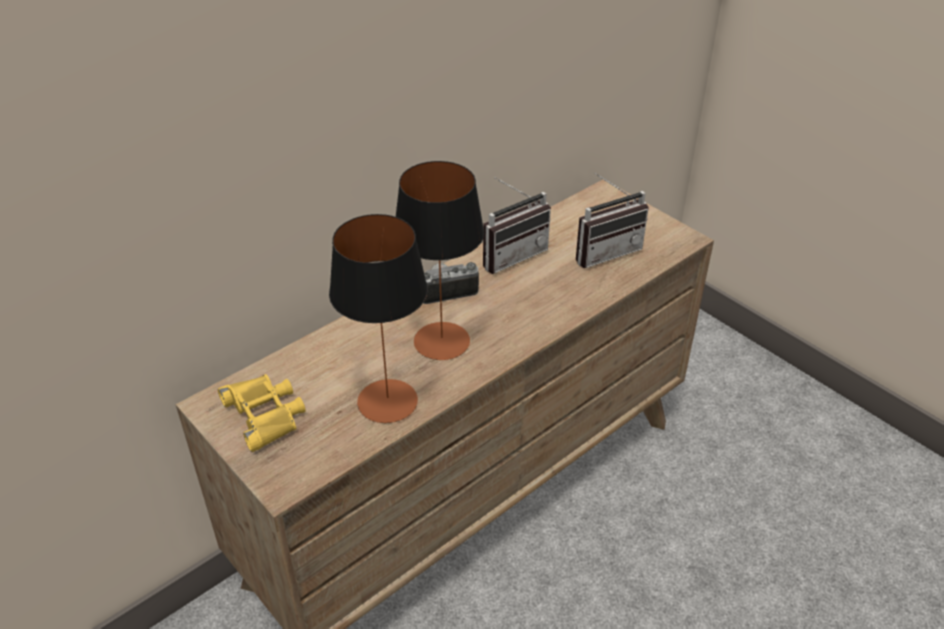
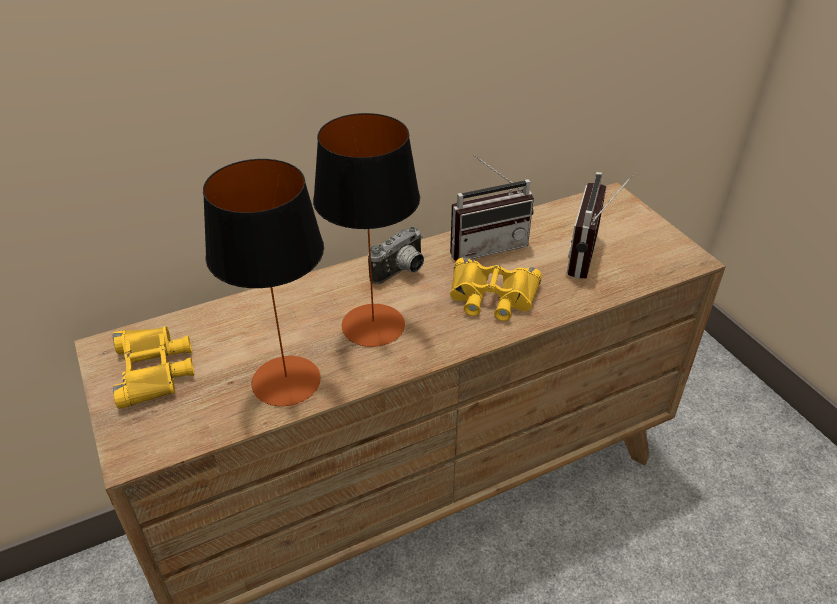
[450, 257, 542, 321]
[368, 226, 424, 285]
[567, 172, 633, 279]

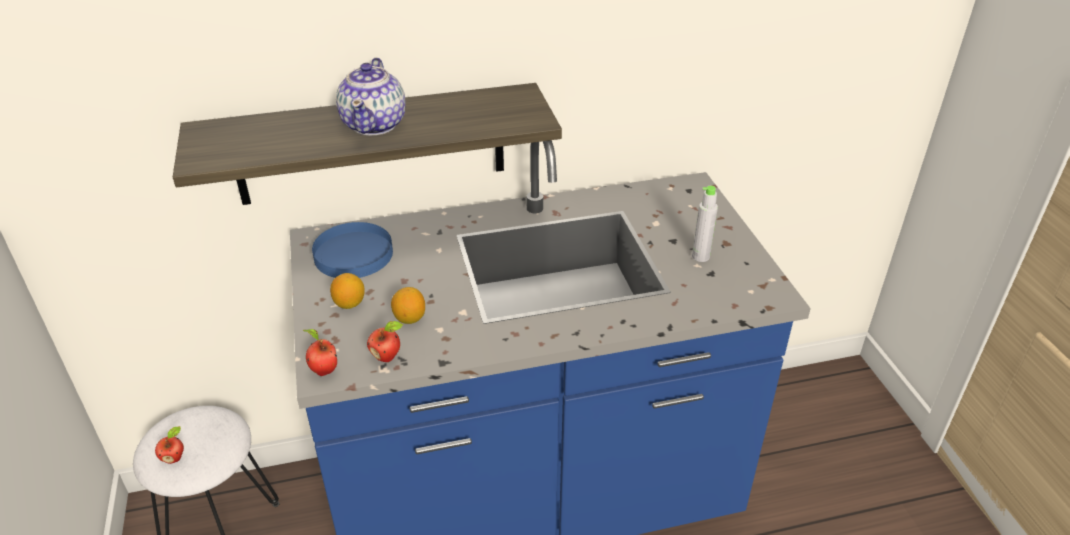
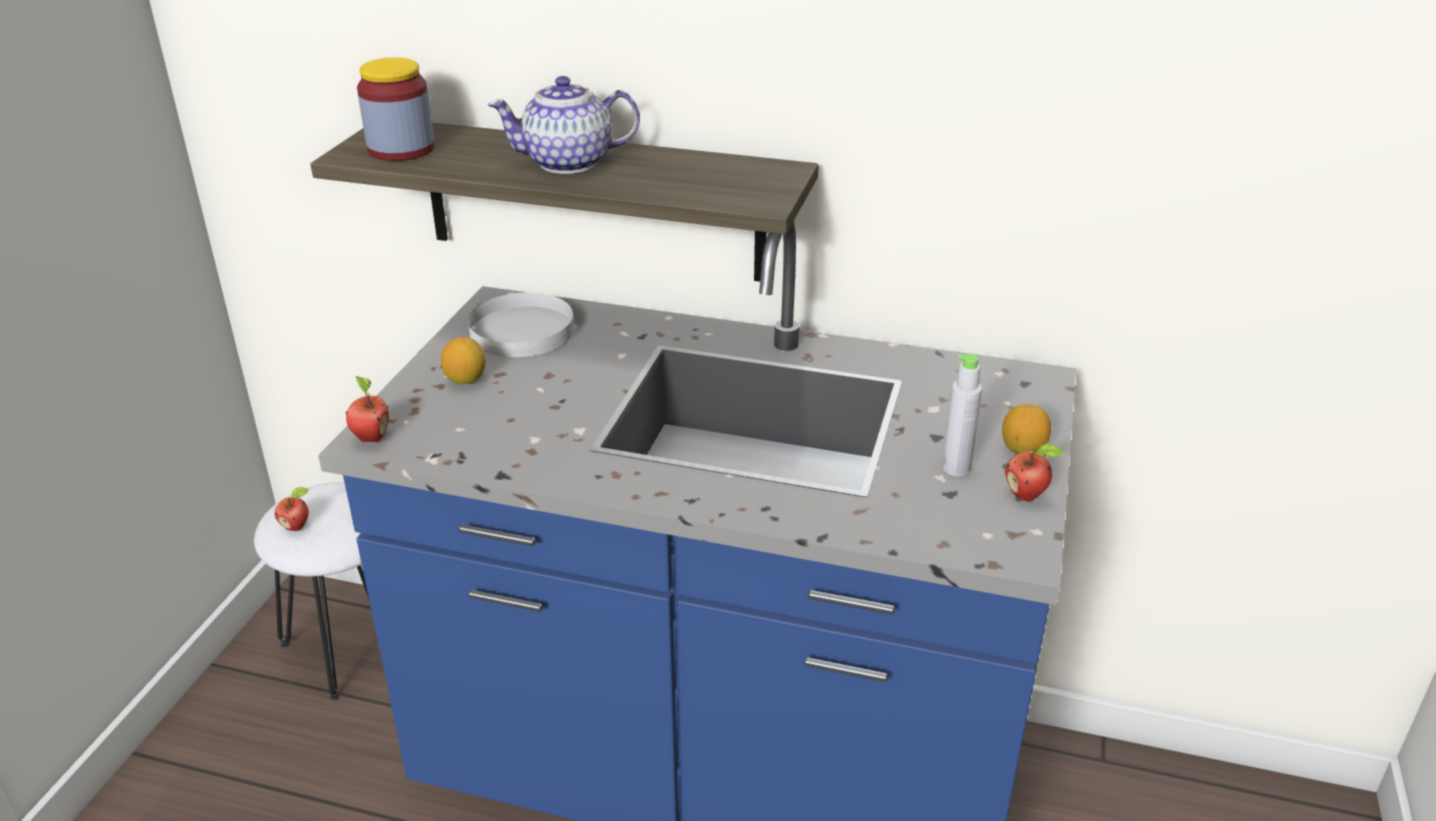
[357, 57, 435, 161]
[1005, 443, 1064, 501]
[1002, 404, 1051, 454]
[468, 292, 574, 357]
[487, 76, 640, 174]

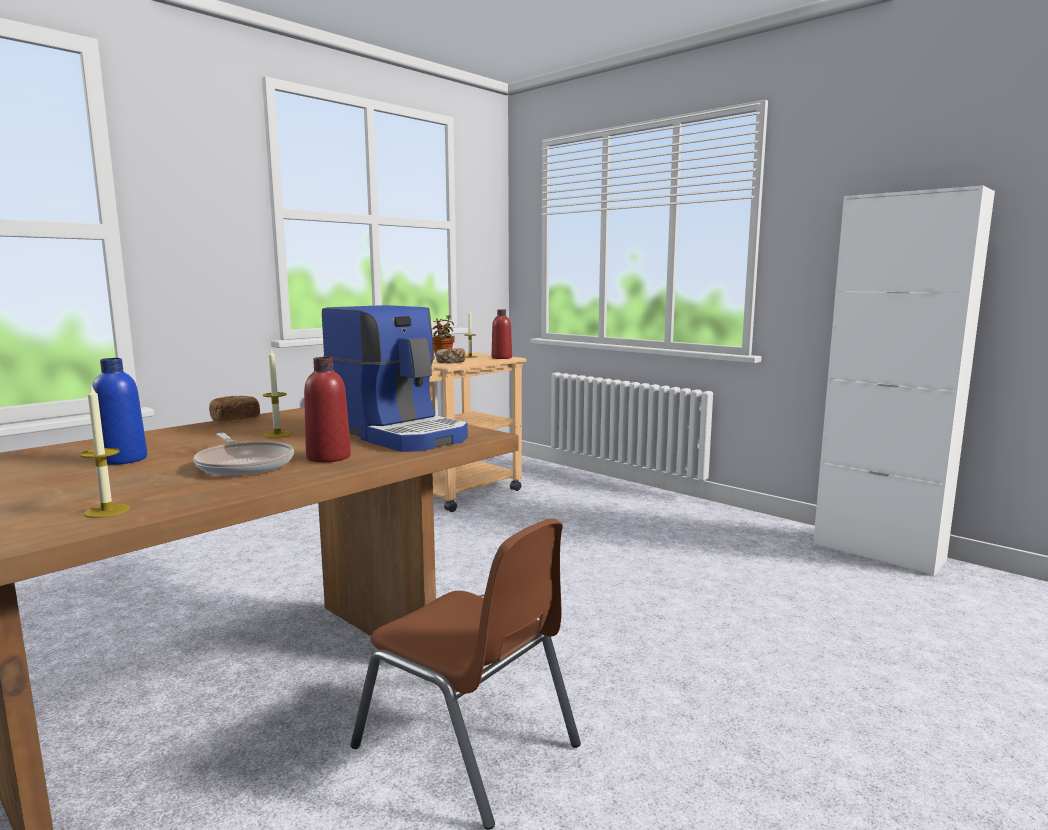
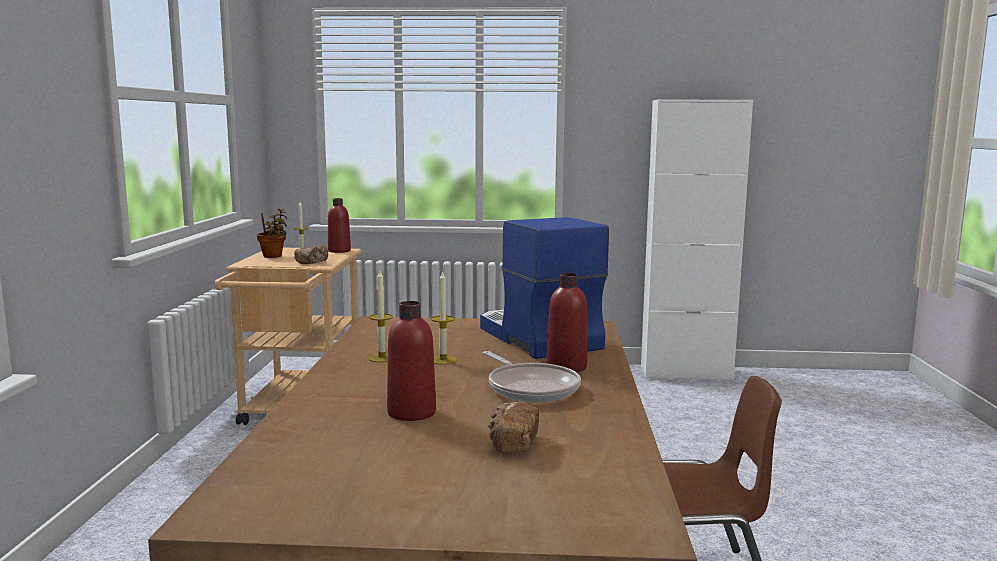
[368, 271, 393, 362]
[488, 402, 539, 454]
[387, 301, 436, 421]
[483, 351, 581, 402]
[480, 217, 609, 359]

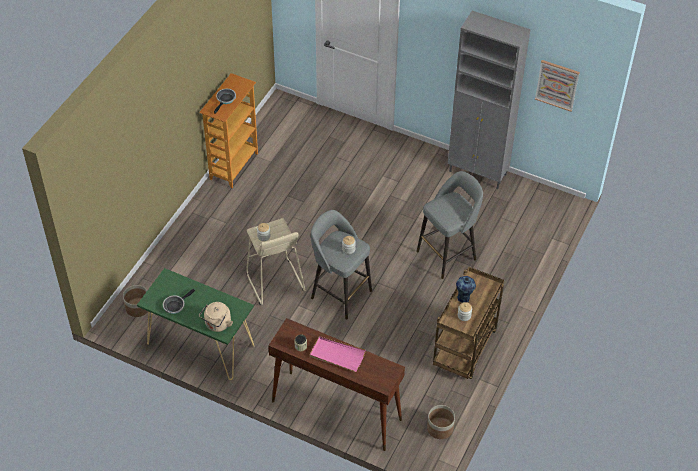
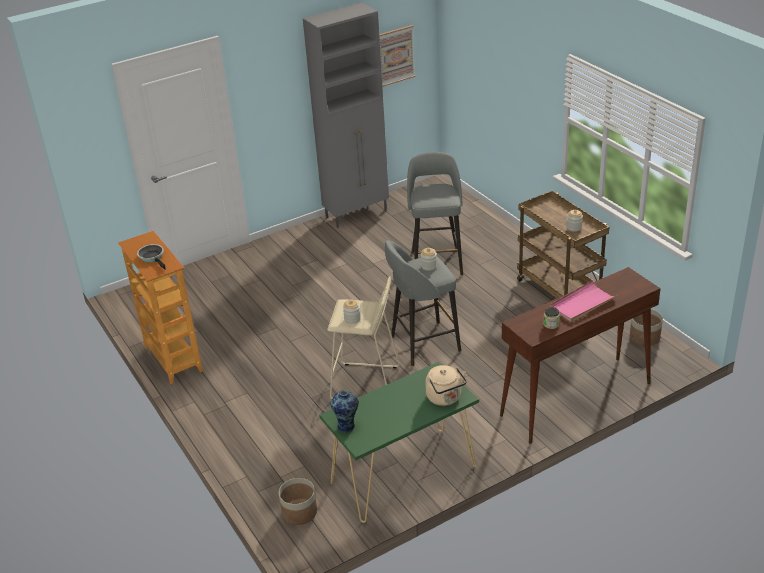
[163, 289, 195, 314] (first image)
[330, 390, 359, 433]

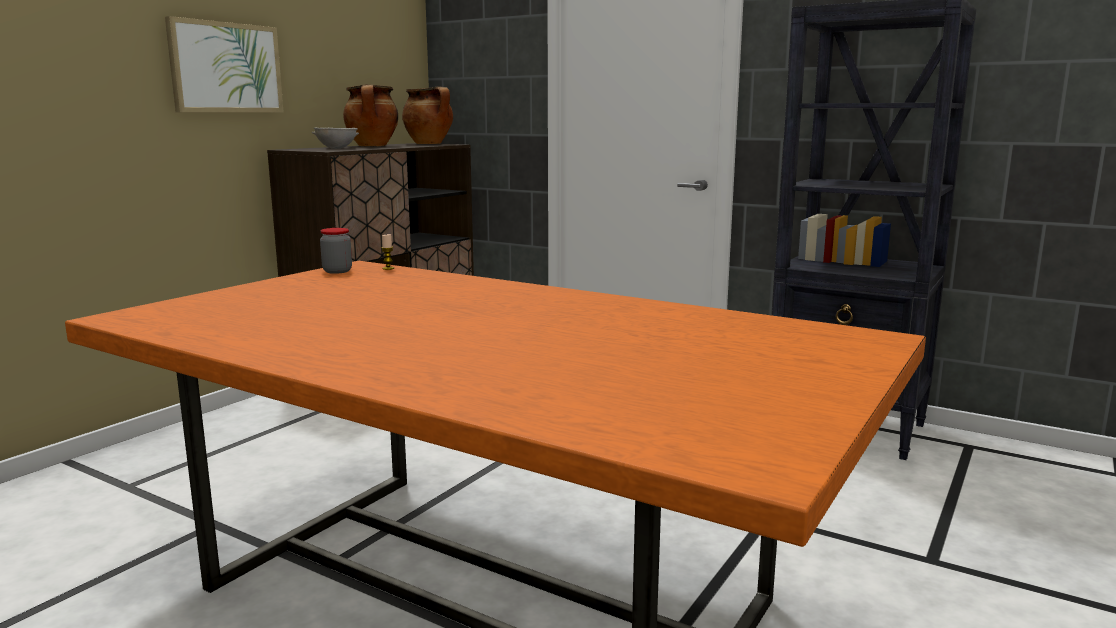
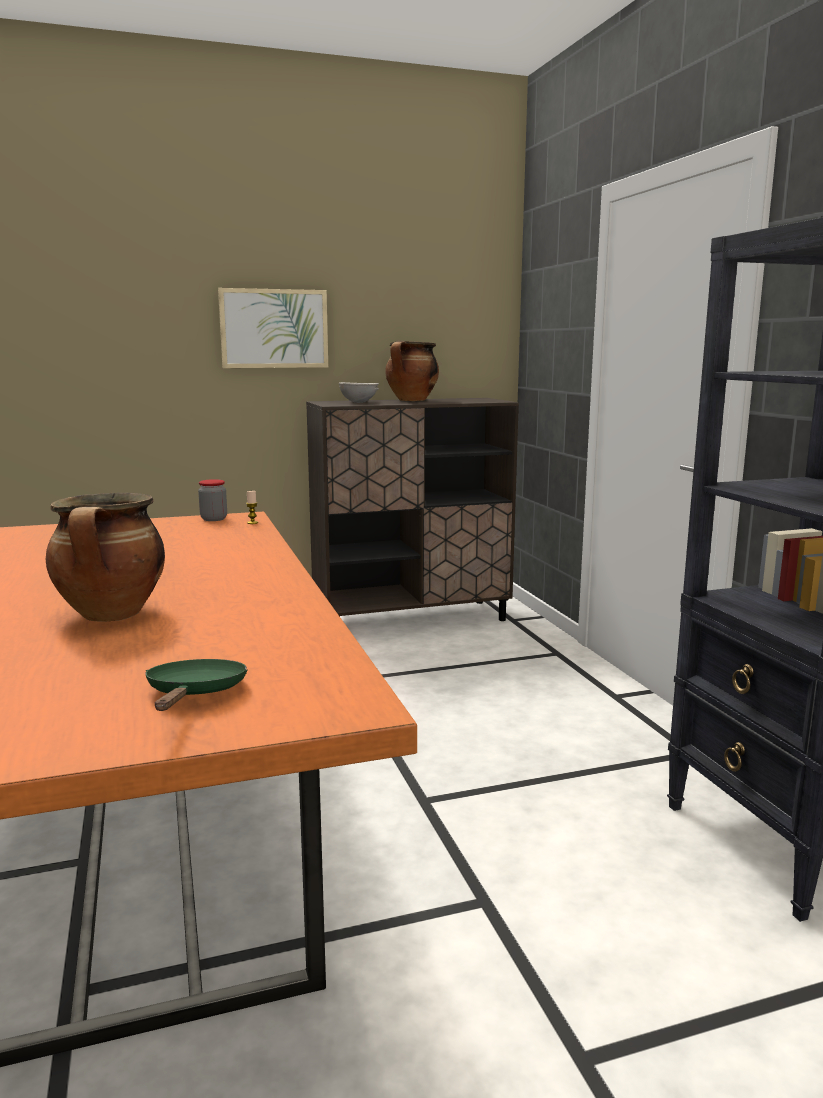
[145, 659, 247, 711]
[46, 493, 165, 622]

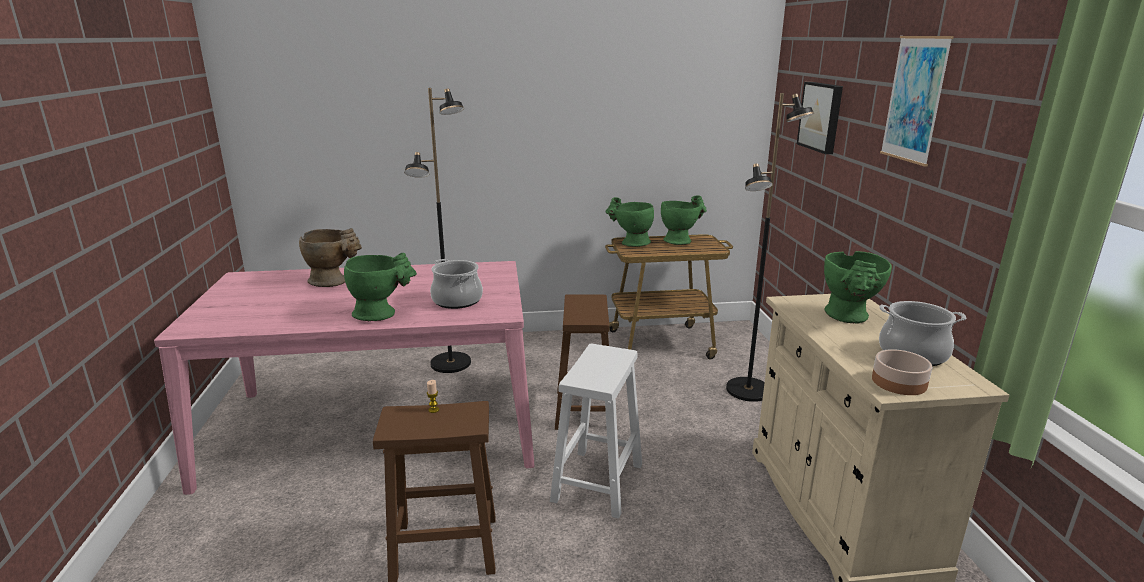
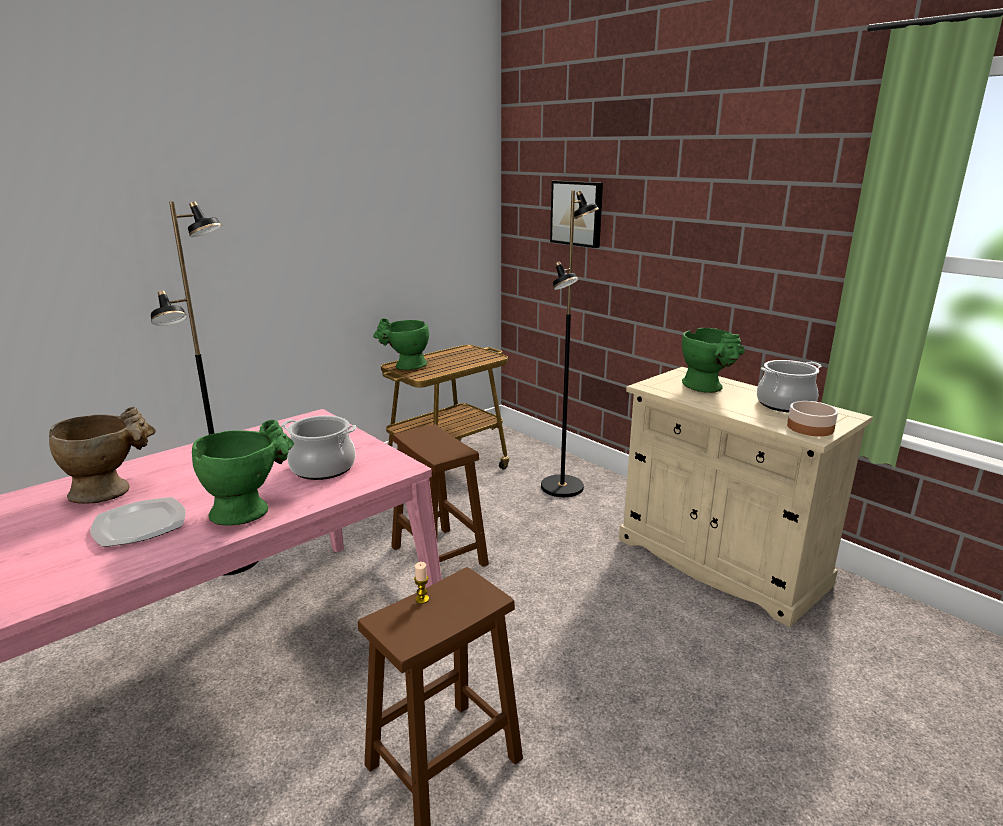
[550, 344, 642, 519] (first image)
[661, 195, 707, 245] (first image)
[880, 36, 954, 166] (first image)
[90, 497, 186, 547]

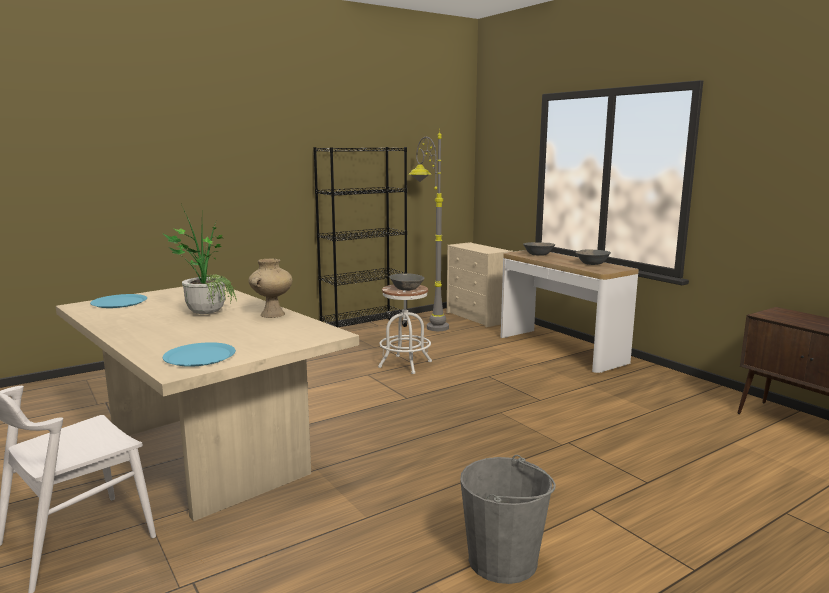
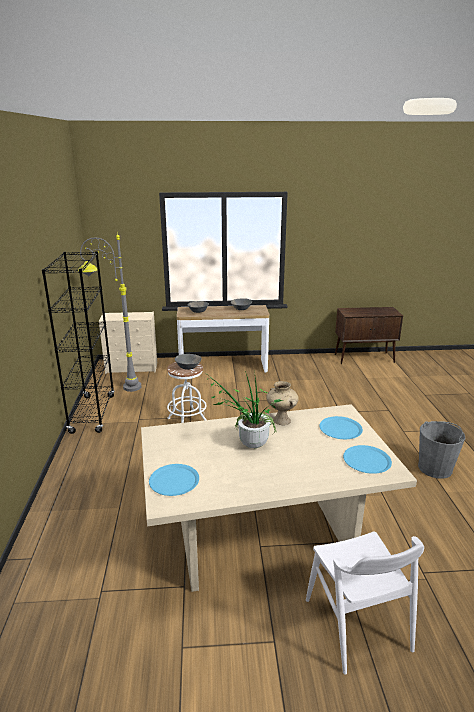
[319, 416, 363, 439]

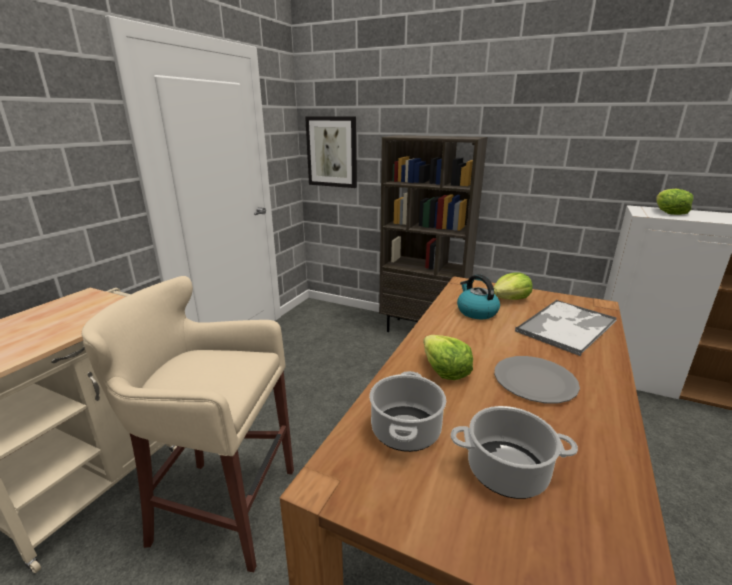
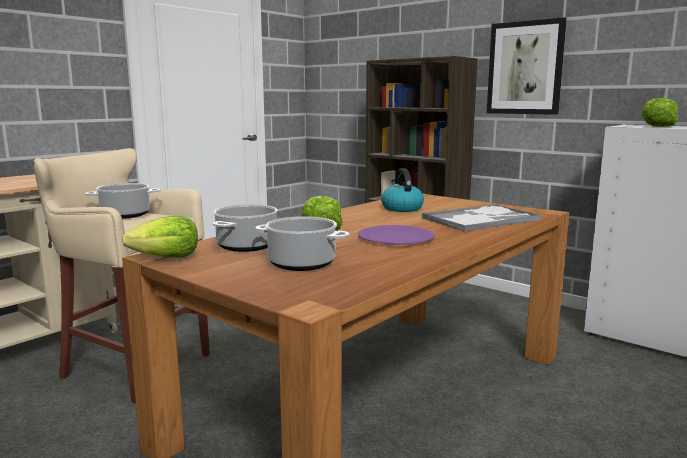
[85, 183, 161, 219]
[487, 17, 567, 115]
[122, 216, 198, 258]
[358, 225, 435, 245]

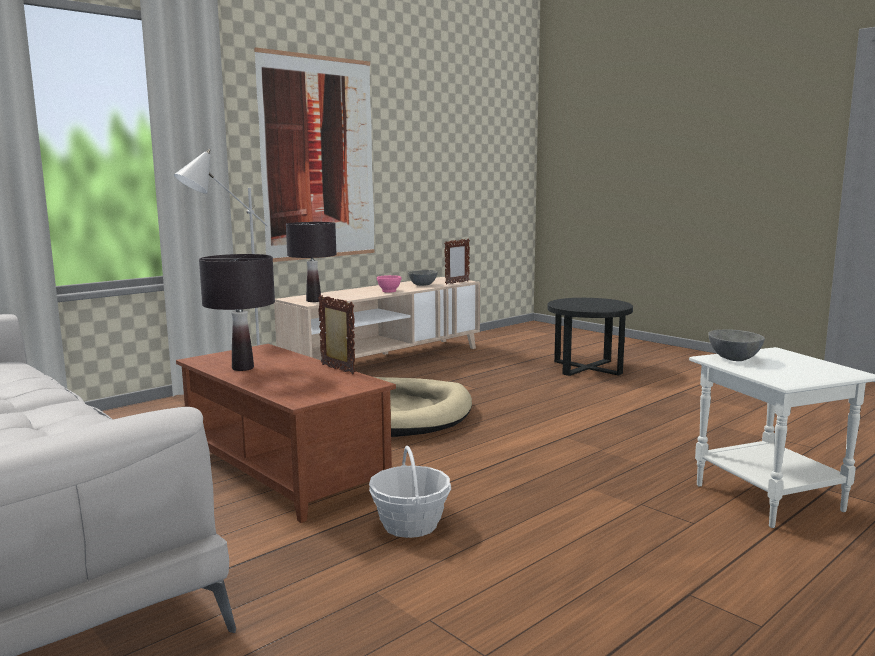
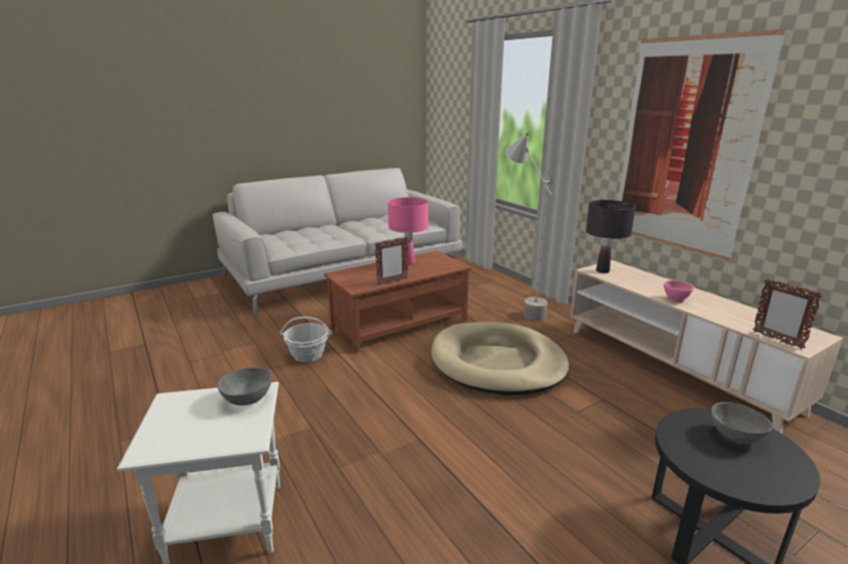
[711, 402, 773, 444]
[388, 197, 428, 265]

